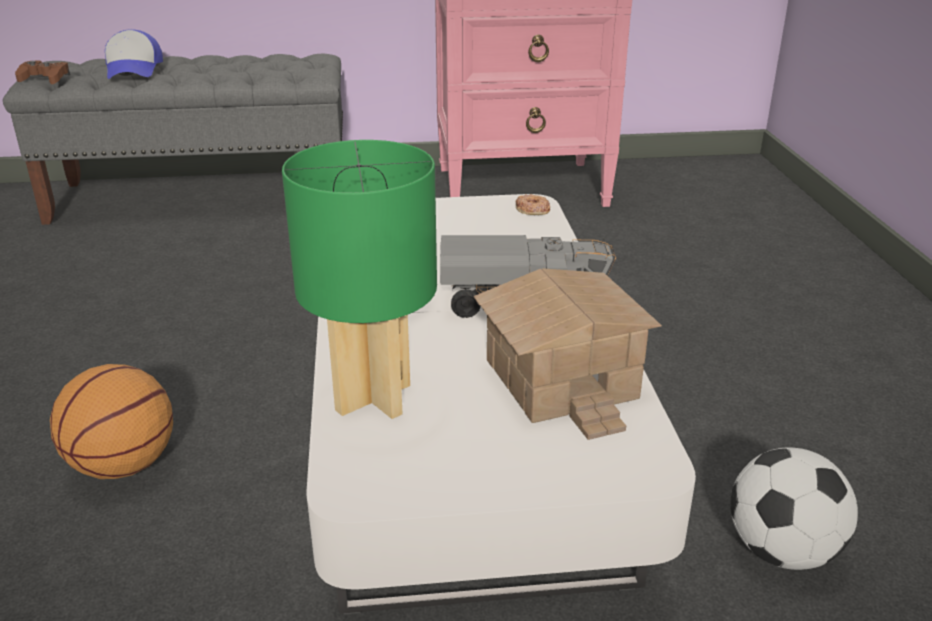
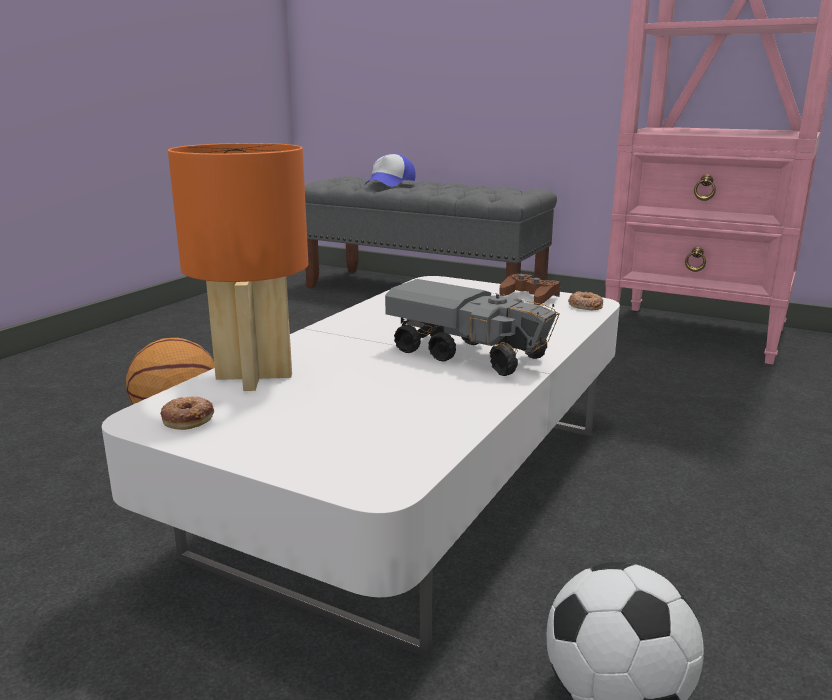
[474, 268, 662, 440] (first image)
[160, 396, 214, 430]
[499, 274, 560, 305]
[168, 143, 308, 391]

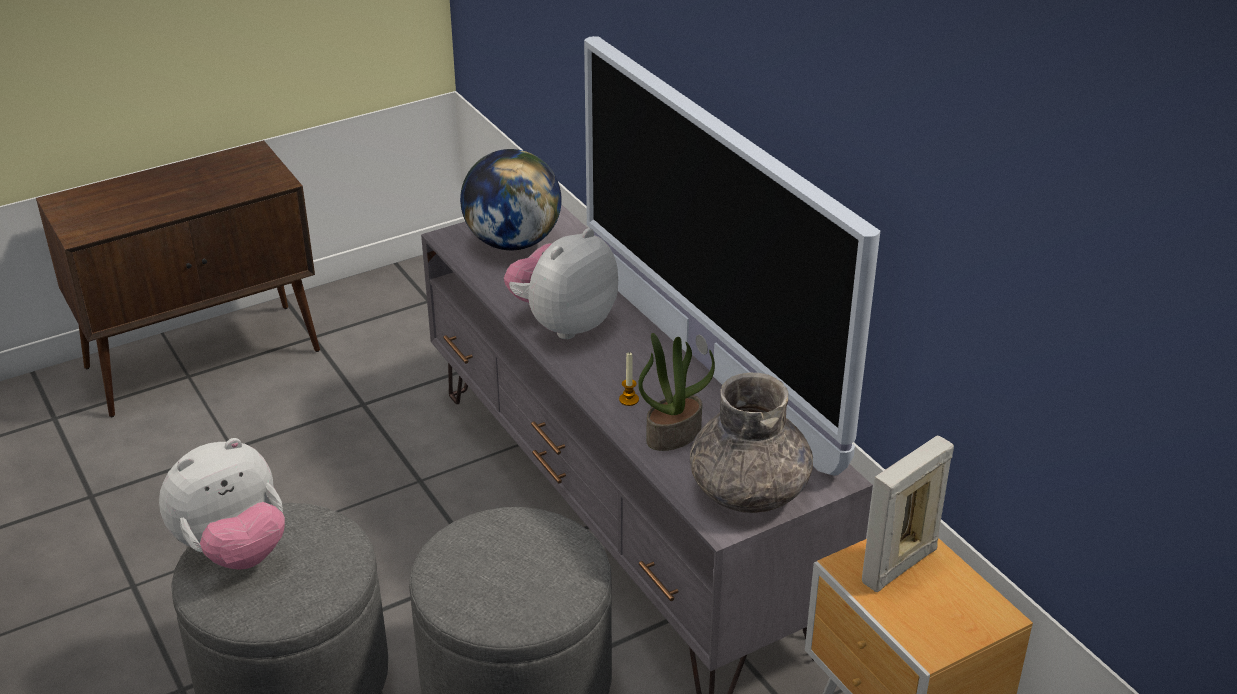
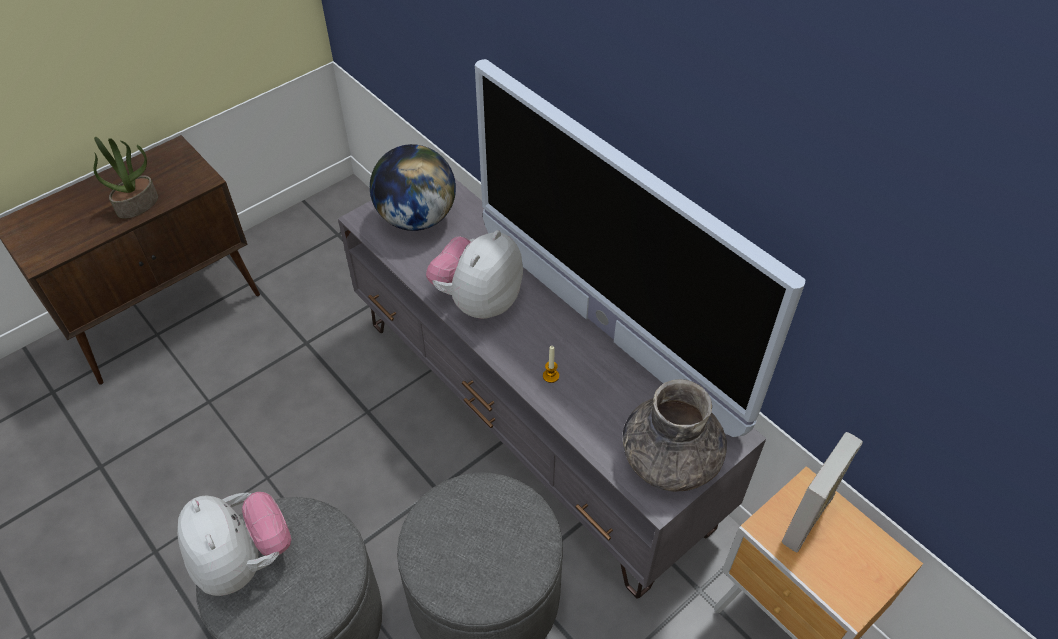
[94, 137, 158, 219]
[177, 492, 291, 596]

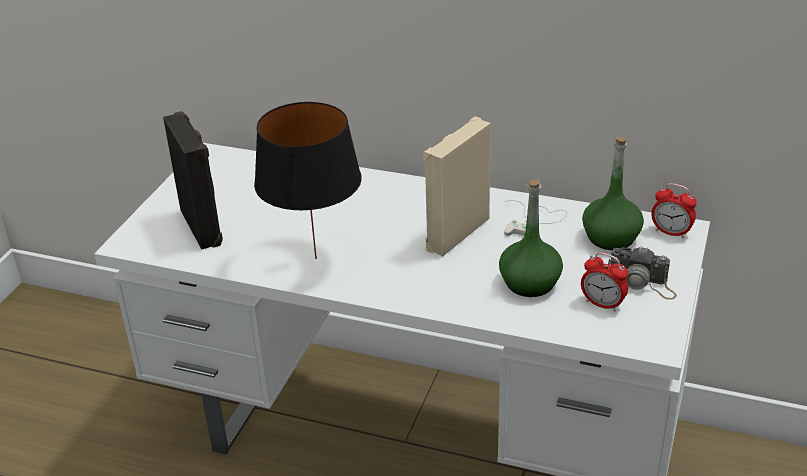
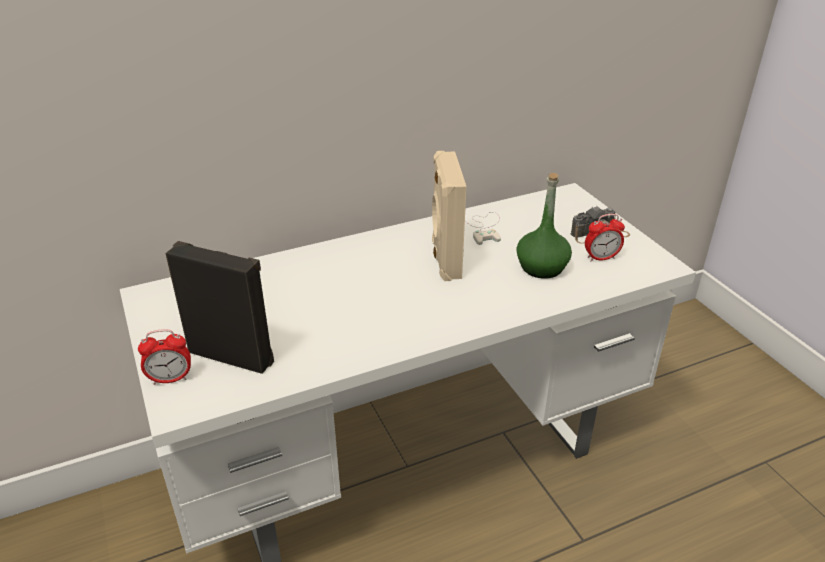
[254, 102, 362, 259] (first image)
[582, 137, 644, 250] (first image)
[138, 329, 191, 385]

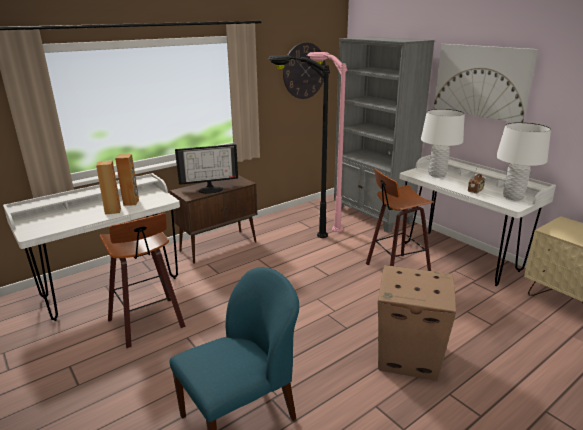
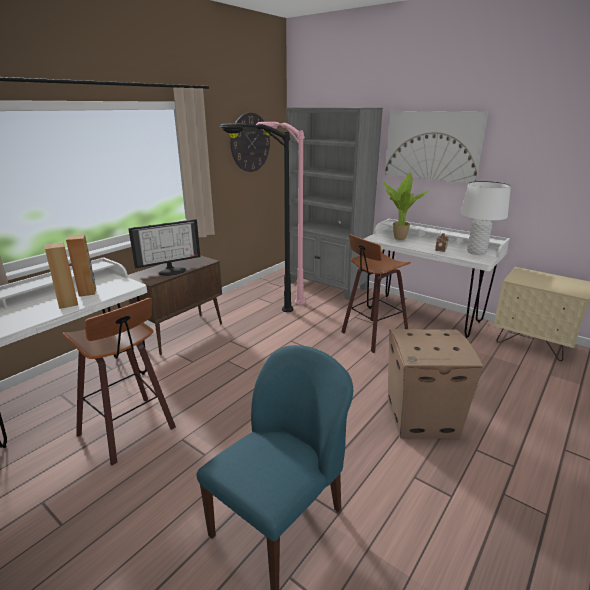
[384, 173, 429, 240]

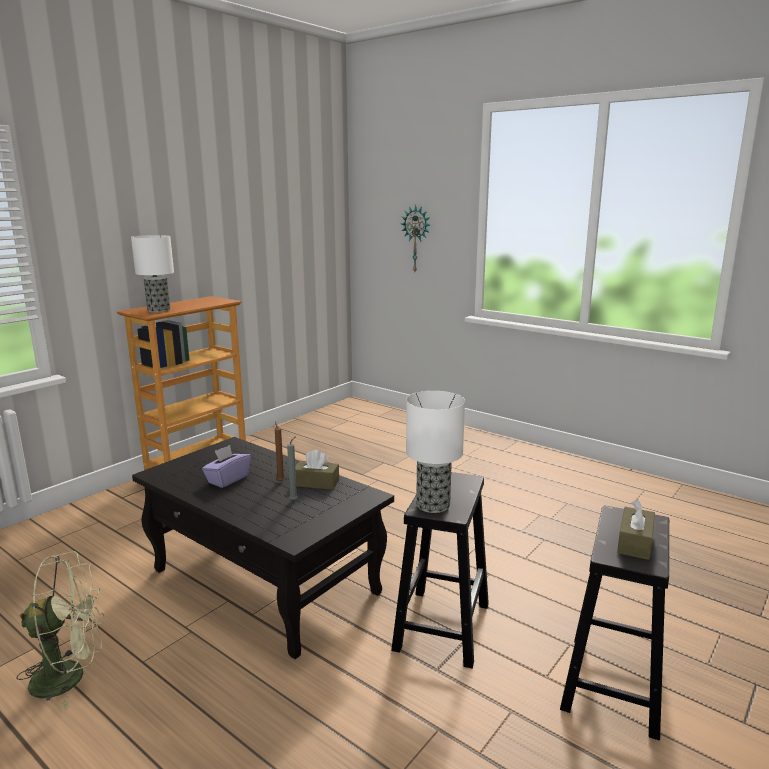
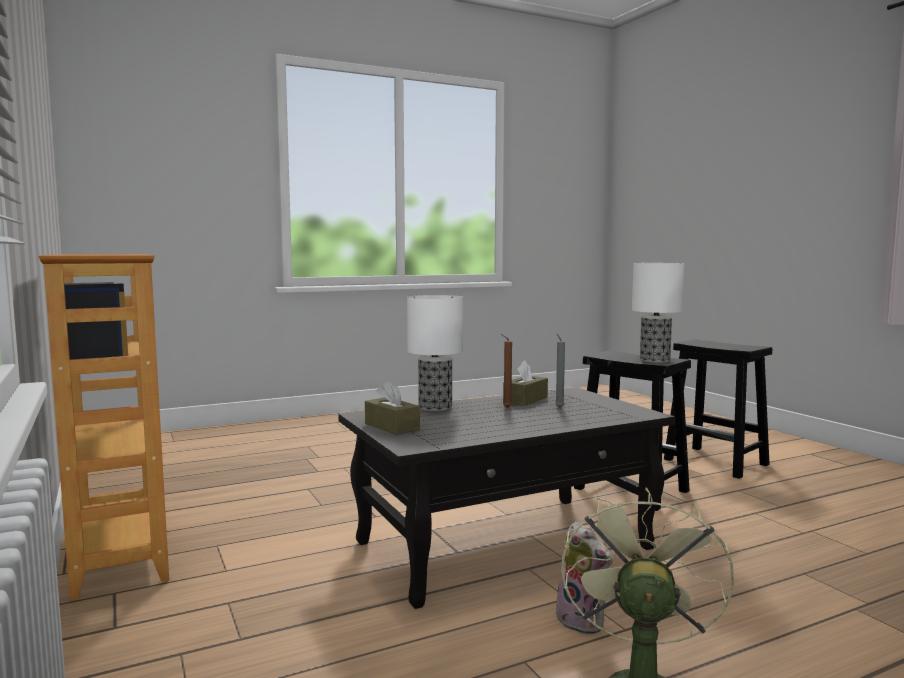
[202, 445, 251, 488] (first image)
[401, 205, 430, 272] (first image)
[554, 521, 612, 635]
[407, 295, 463, 411]
[365, 381, 420, 435]

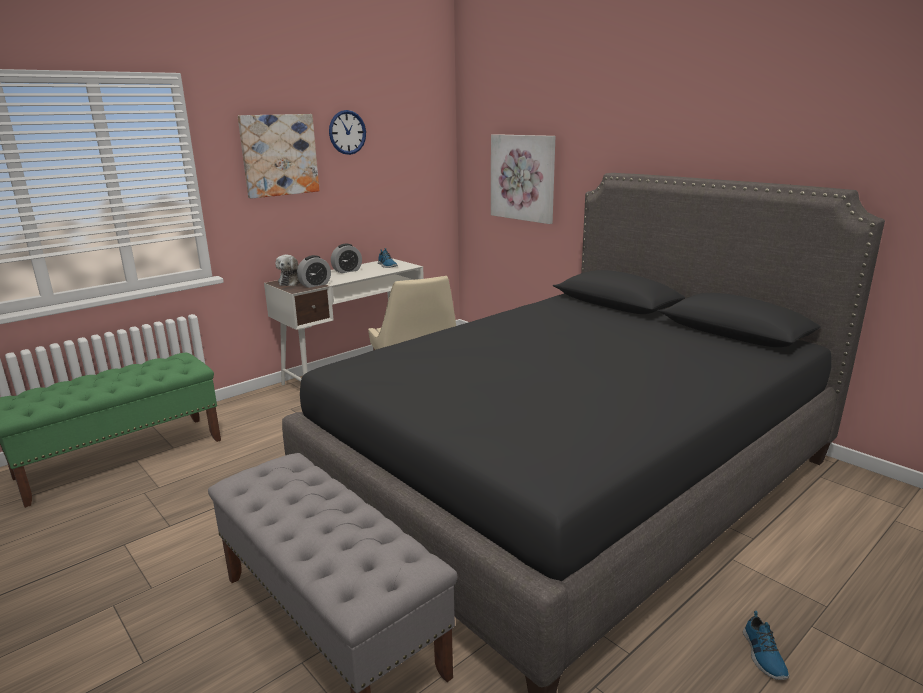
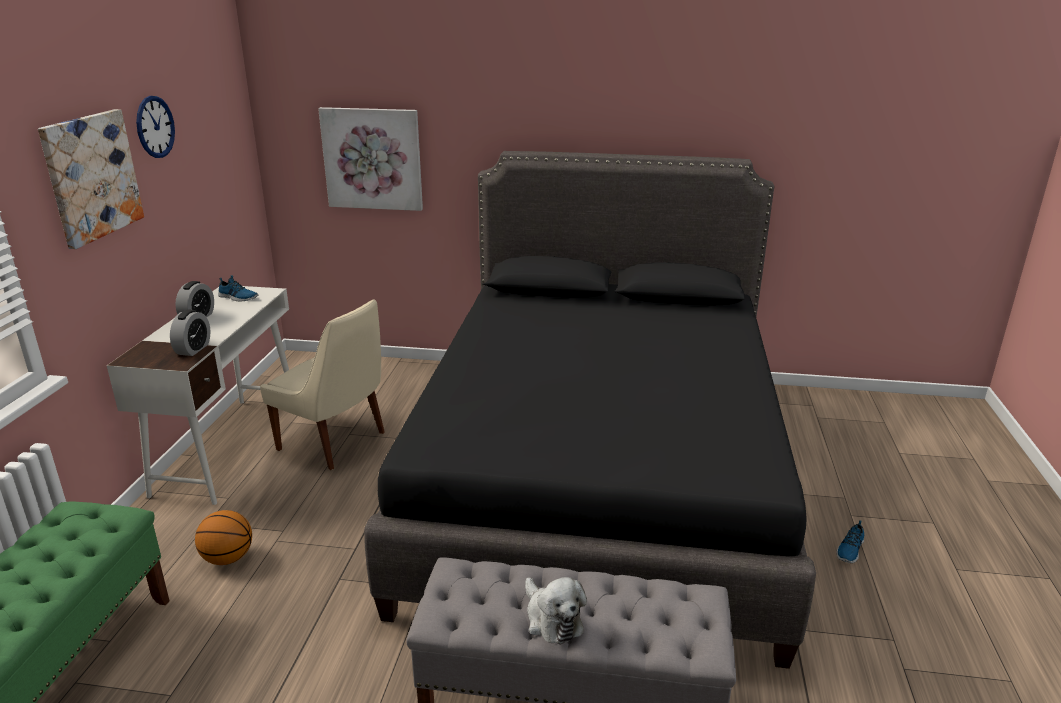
[195, 510, 252, 565]
[525, 577, 587, 645]
[836, 520, 864, 563]

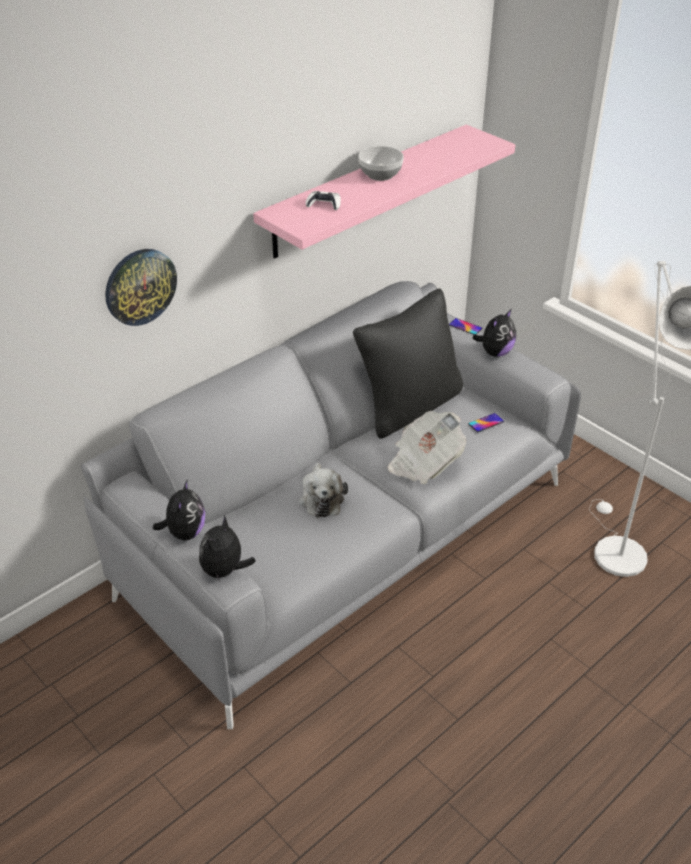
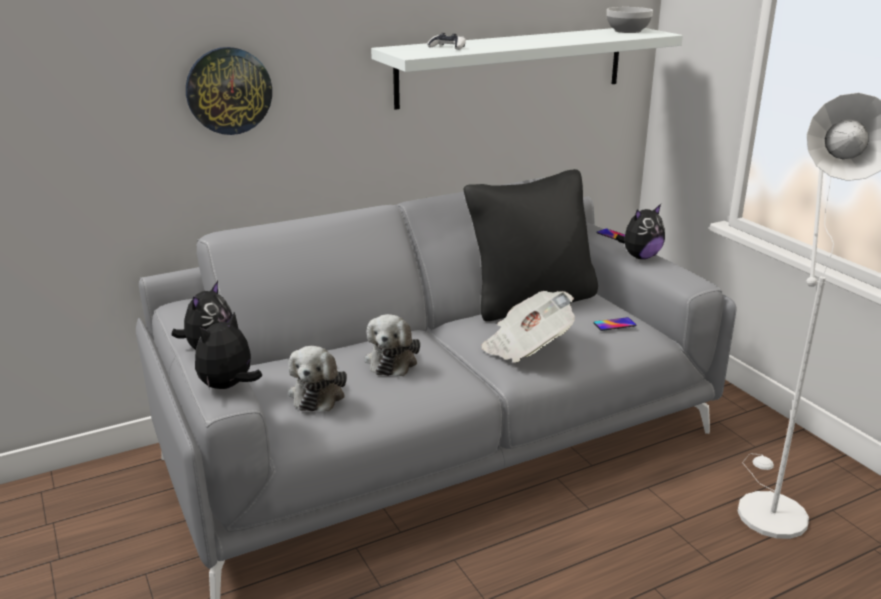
[288, 346, 347, 412]
[607, 7, 653, 33]
[371, 28, 683, 110]

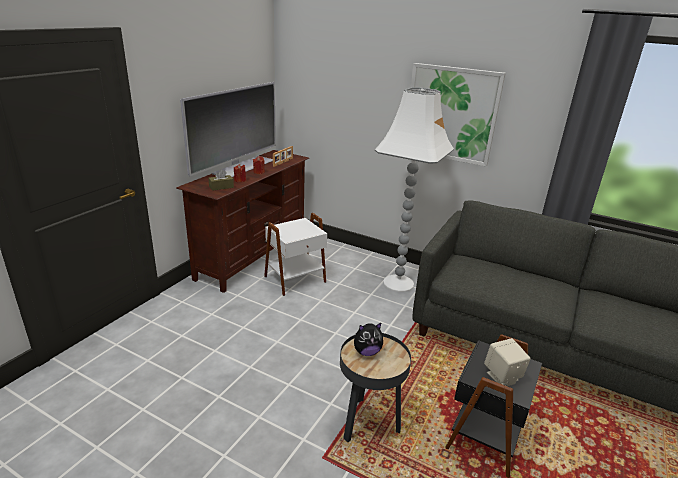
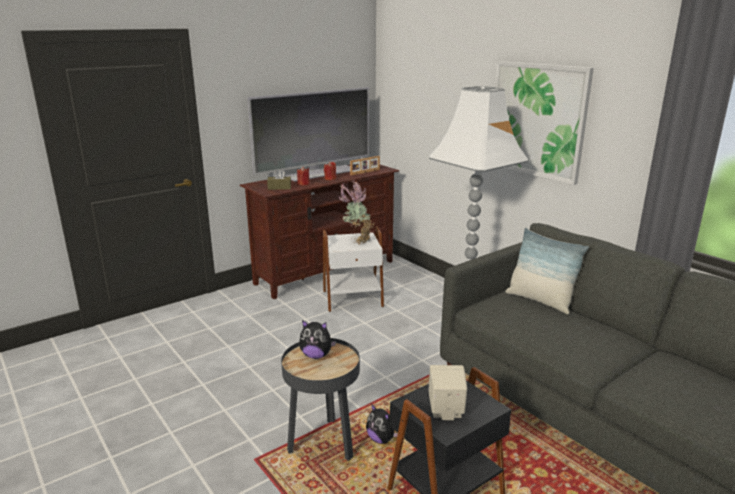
[337, 180, 374, 244]
[366, 405, 398, 444]
[505, 228, 589, 314]

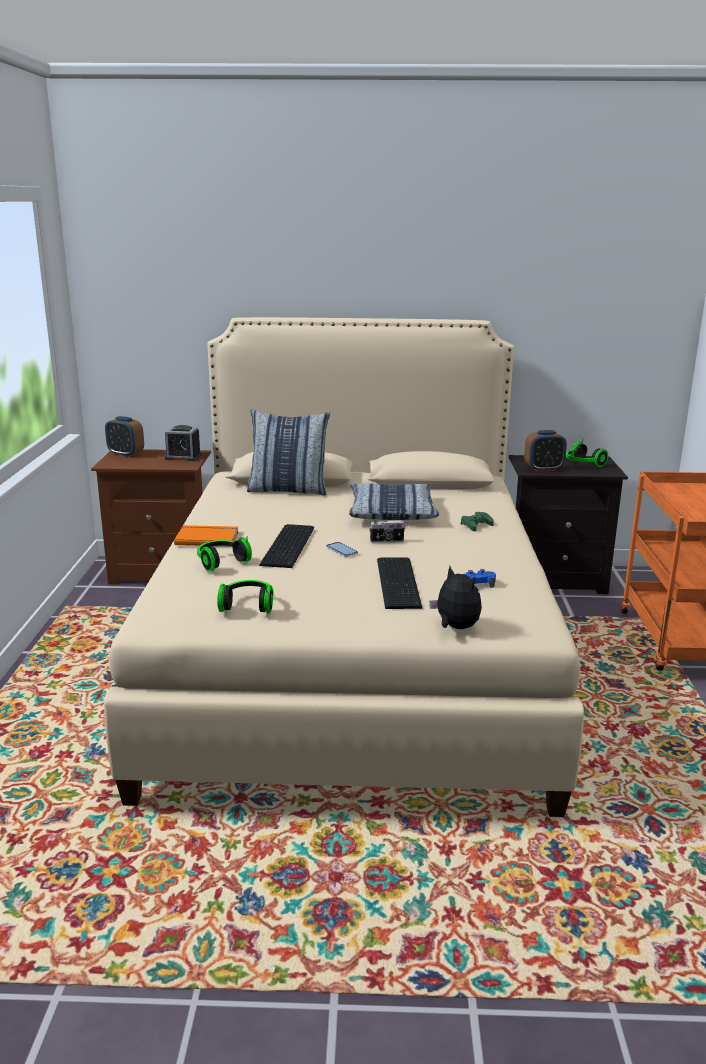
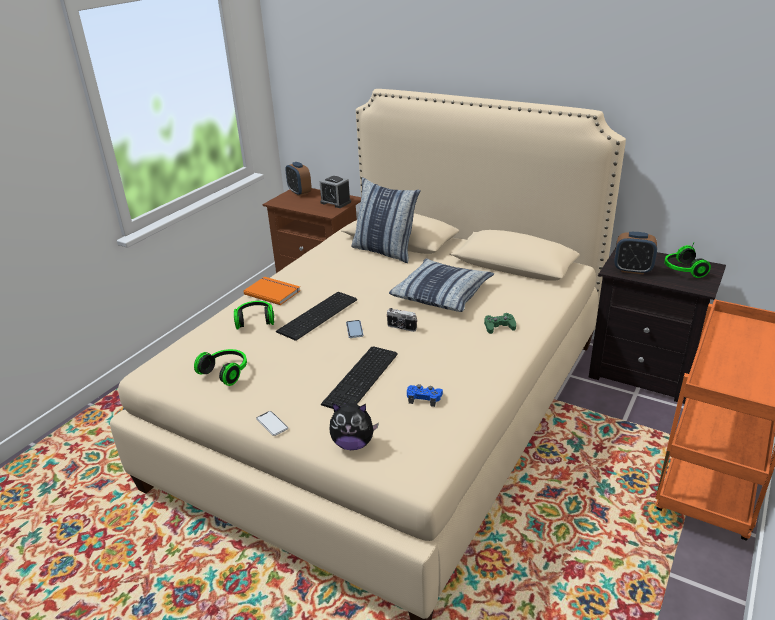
[256, 411, 288, 436]
[329, 403, 379, 450]

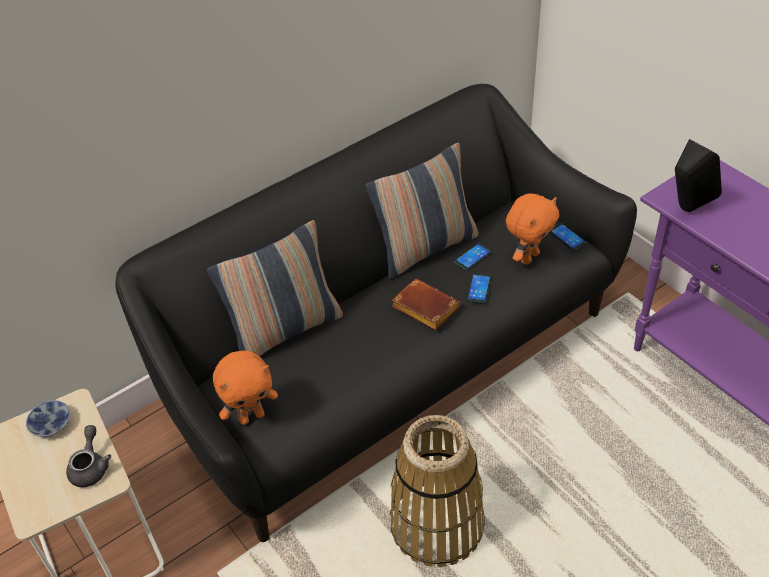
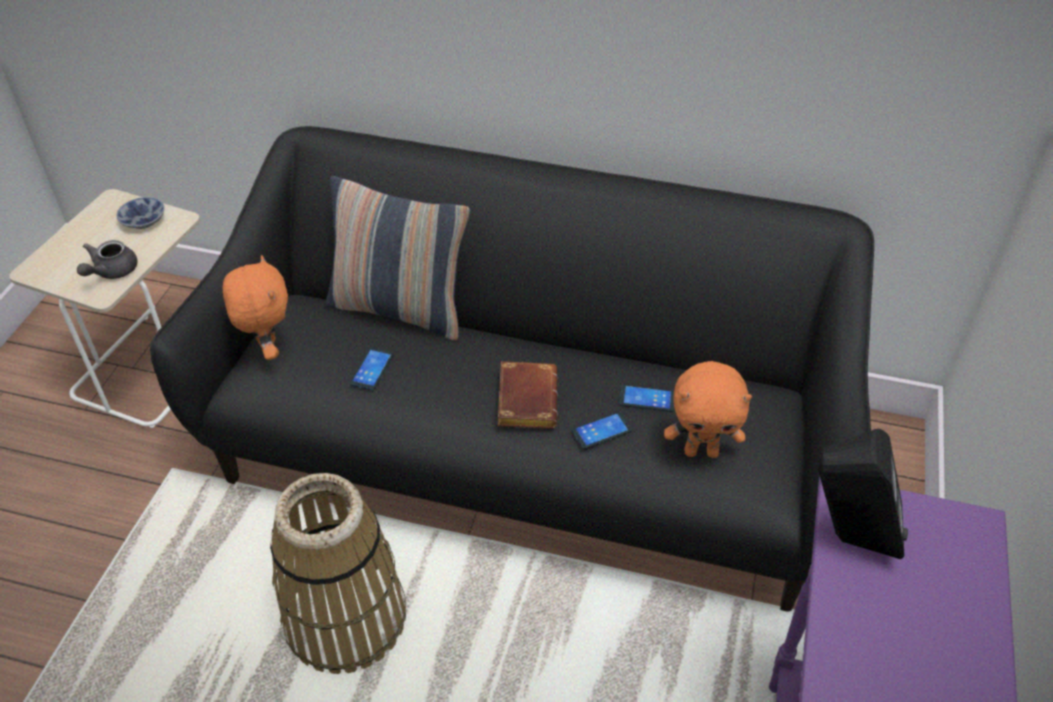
[366, 143, 479, 279] (first image)
[350, 348, 394, 390]
[77, 240, 138, 279]
[223, 255, 288, 360]

